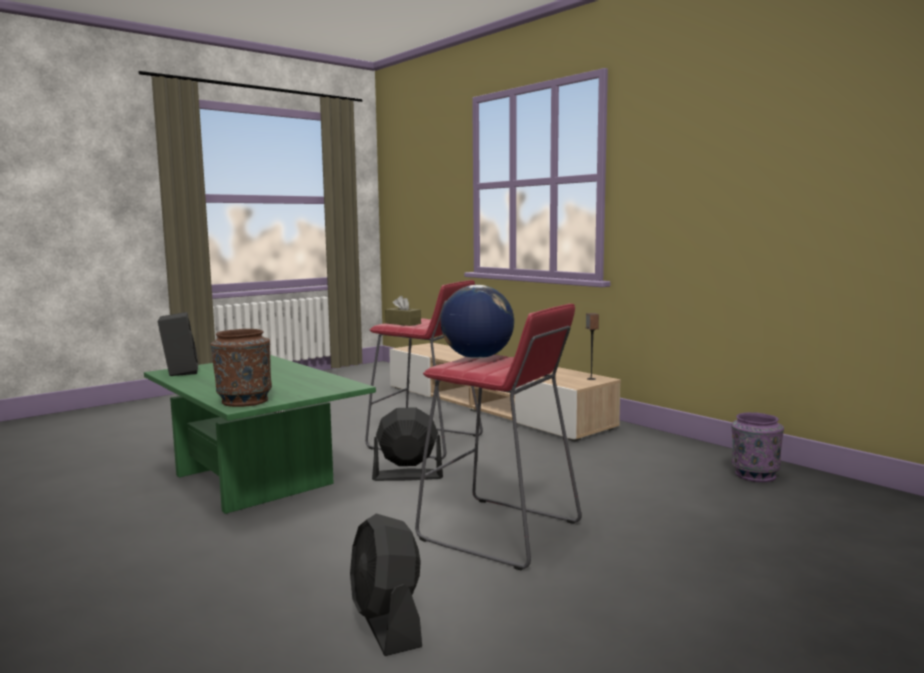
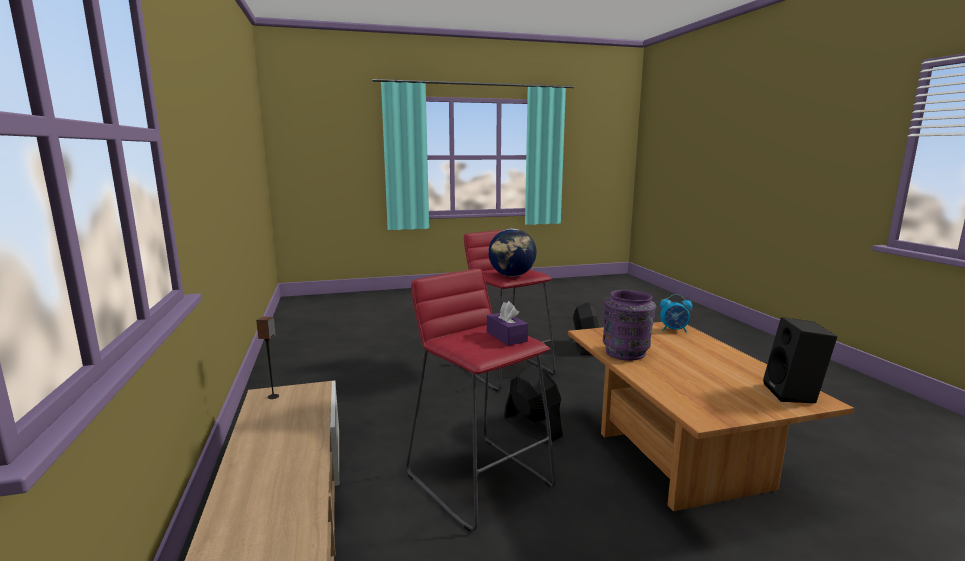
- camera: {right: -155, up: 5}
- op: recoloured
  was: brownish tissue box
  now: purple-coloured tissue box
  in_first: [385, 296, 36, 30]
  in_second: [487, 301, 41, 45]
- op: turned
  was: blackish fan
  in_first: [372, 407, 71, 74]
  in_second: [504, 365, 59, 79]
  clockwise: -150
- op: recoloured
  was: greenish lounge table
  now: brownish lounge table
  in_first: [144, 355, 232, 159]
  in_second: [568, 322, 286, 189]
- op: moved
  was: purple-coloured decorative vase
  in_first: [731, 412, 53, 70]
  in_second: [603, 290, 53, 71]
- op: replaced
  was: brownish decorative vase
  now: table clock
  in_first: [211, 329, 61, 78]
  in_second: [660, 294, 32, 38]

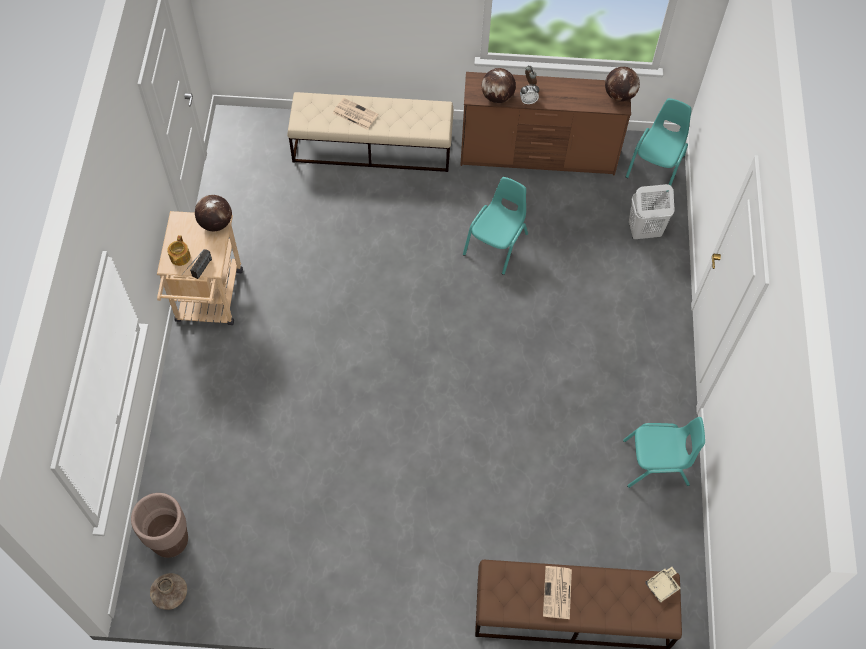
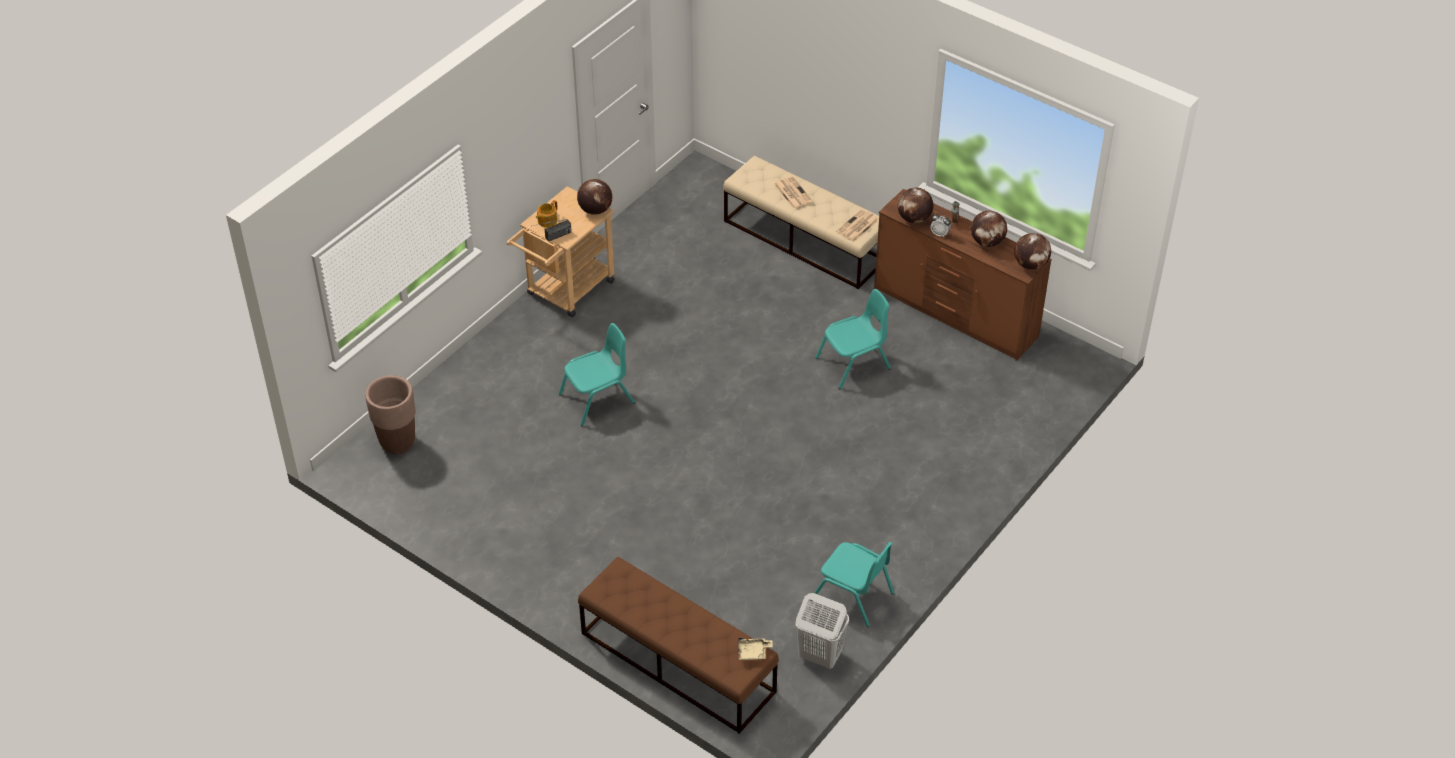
- camera: {right: 35, up: -15}
- op: moved
  was: turquoise-coloured chair
  in_first: [626, 98, 66, 95]
  in_second: [558, 323, 77, 103]
- op: moved
  was: whitish hamper
  in_first: [629, 184, 46, 55]
  in_second: [796, 593, 53, 76]
- op: moved
  was: daily paper
  in_first: [543, 566, 29, 53]
  in_second: [836, 209, 43, 33]
- op: added
  now: desk globe
  in_second: [971, 211, 36, 36]
- op: removed
  was: brownish decorative vase
  in_first: [150, 573, 37, 37]

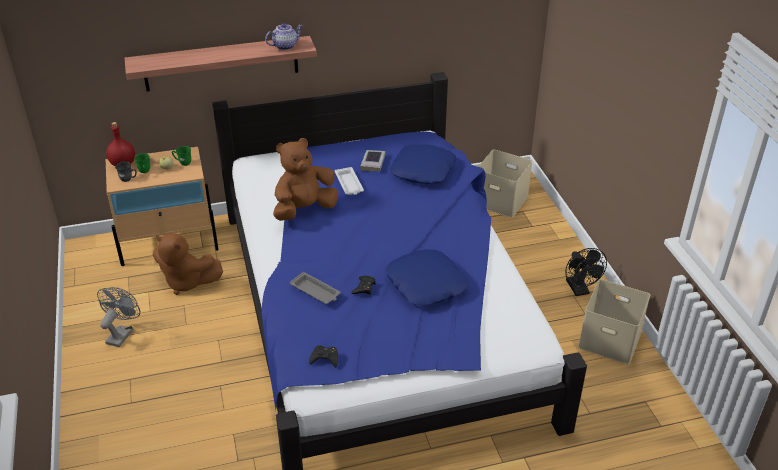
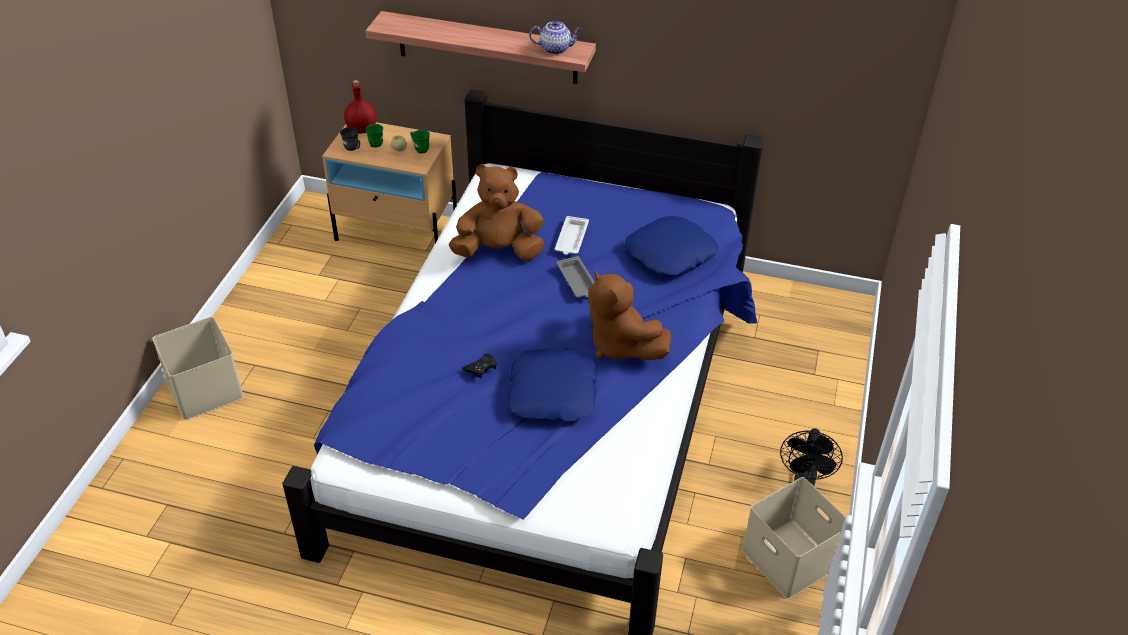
- camera: {right: 30, up: 5}
- op: moved
  was: beige-coloured storage bin
  in_first: [478, 149, 54, 69]
  in_second: [152, 317, 92, 103]
- op: moved
  was: greyish carrying tray
  in_first: [290, 272, 50, 32]
  in_second: [557, 256, 38, 41]
- op: moved
  was: brownish soft toy
  in_first: [153, 233, 70, 62]
  in_second: [588, 270, 84, 90]
- op: removed
  was: greyish fan
  in_first: [97, 287, 43, 60]
- op: removed
  was: blackish gamepad
  in_first: [309, 345, 29, 23]
- op: removed
  was: bound book
  in_first: [360, 150, 26, 21]

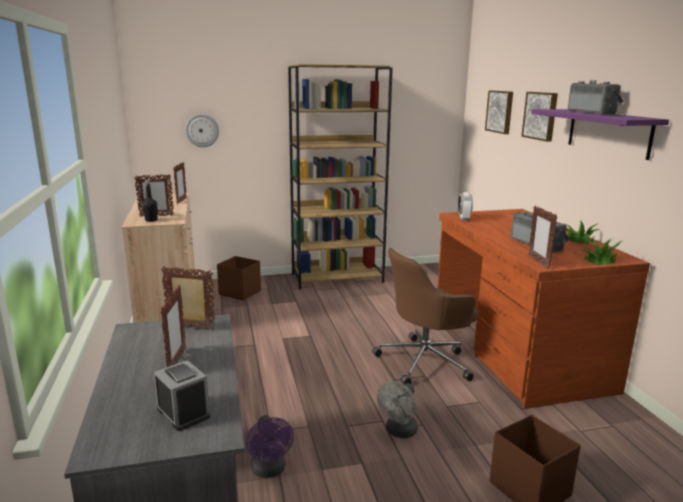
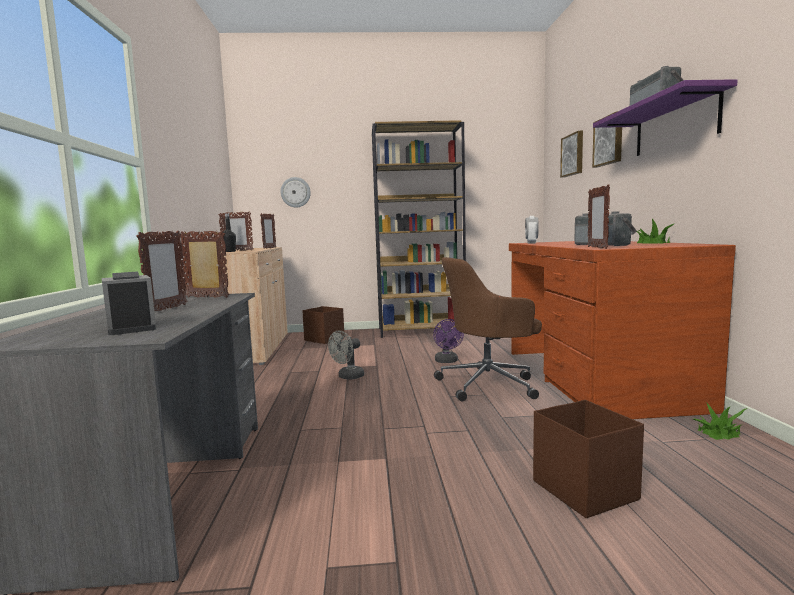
- camera: {right: 10, up: -10}
- op: moved
  was: greyish fan
  in_first: [377, 381, 41, 57]
  in_second: [328, 331, 36, 48]
- op: moved
  was: purple-coloured fan
  in_first: [246, 415, 48, 63]
  in_second: [433, 319, 31, 44]
- op: moved
  was: plant in a pot
  in_first: [581, 237, 41, 28]
  in_second: [694, 402, 54, 38]

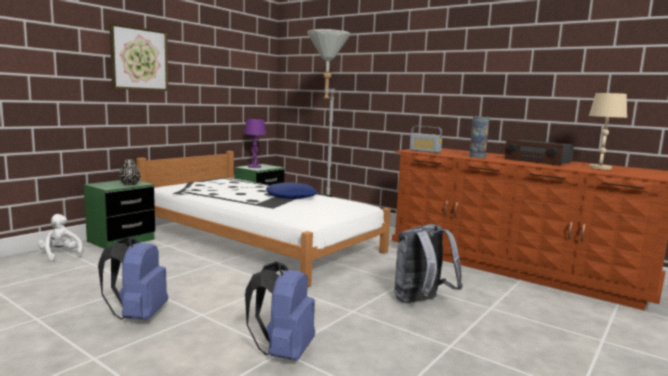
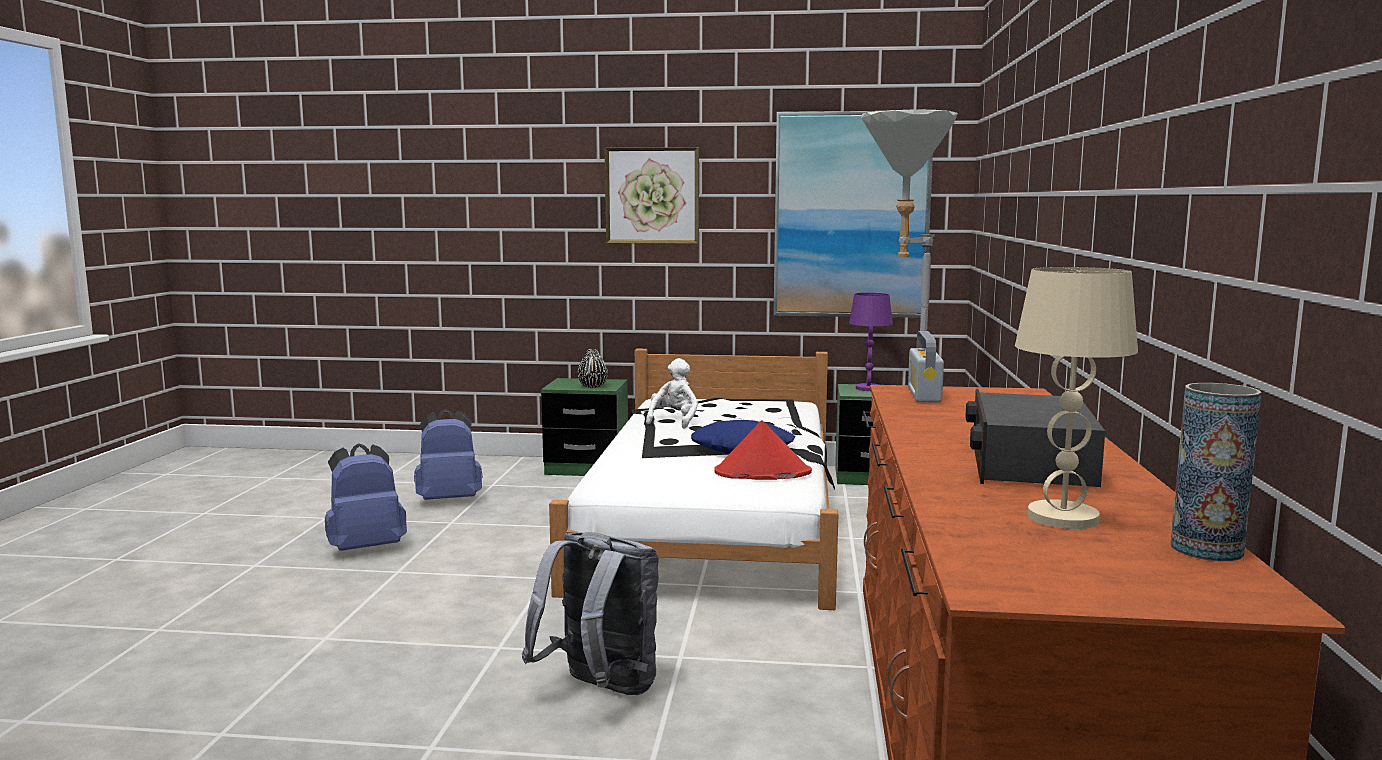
- camera: {right: 60, up: 0}
- op: moved
  was: blue-coloured knapsack
  in_first: [245, 262, 70, 99]
  in_second: [414, 409, 69, 91]
- op: moved
  was: whitish soft toy
  in_first: [37, 214, 45, 47]
  in_second: [646, 358, 52, 71]
- op: added
  now: reddish hat
  in_second: [714, 420, 98, 60]
- op: added
  now: wall picture
  in_second: [773, 111, 160, 207]
- op: moved
  was: decorative vase
  in_first: [469, 117, 21, 41]
  in_second: [1170, 383, 92, 178]

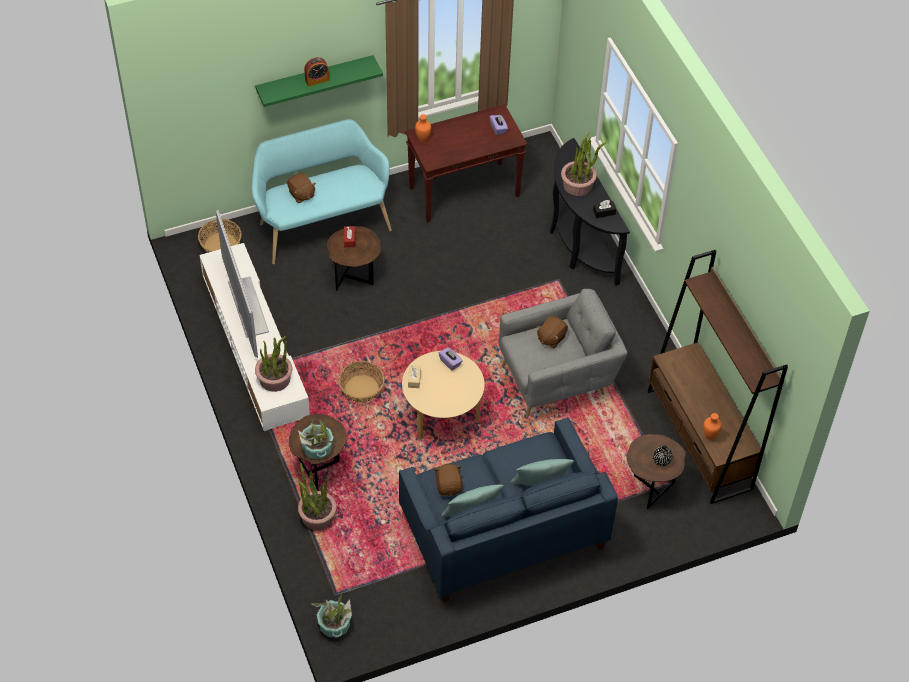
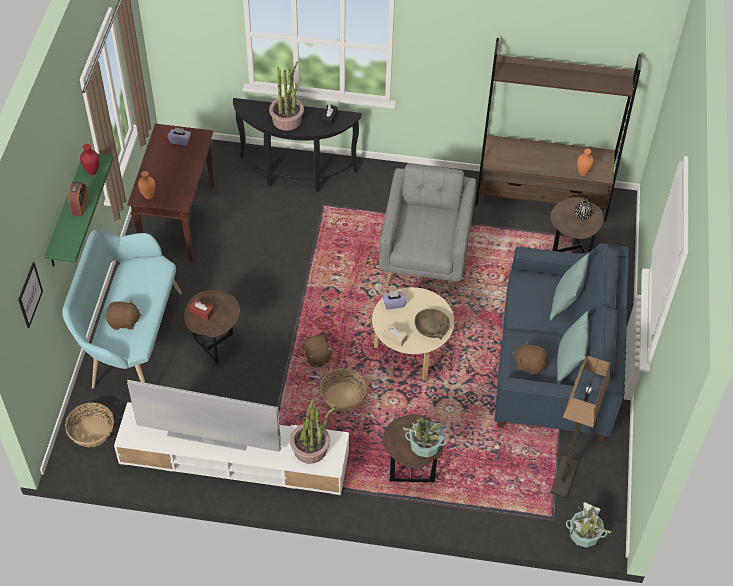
- camera: {right: -60, up: 0}
- op: added
  now: wall picture
  in_second: [18, 262, 25, 66]
- op: added
  now: reddish decorative vase
  in_second: [80, 144, 19, 31]
- op: moved
  was: brownish soft toy
  in_first: [537, 316, 31, 32]
  in_second: [304, 335, 29, 31]
- op: added
  now: brownish deep dish
  in_second: [414, 309, 36, 31]
- op: added
  now: standard lamp
  in_second: [550, 356, 60, 143]
- op: removed
  was: plant in a pot
  in_first: [298, 462, 39, 68]

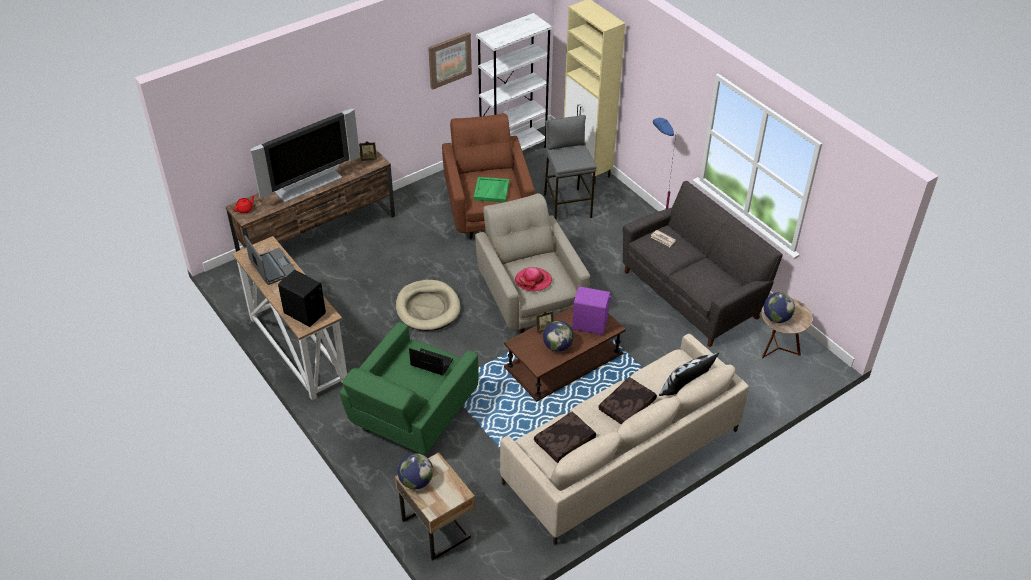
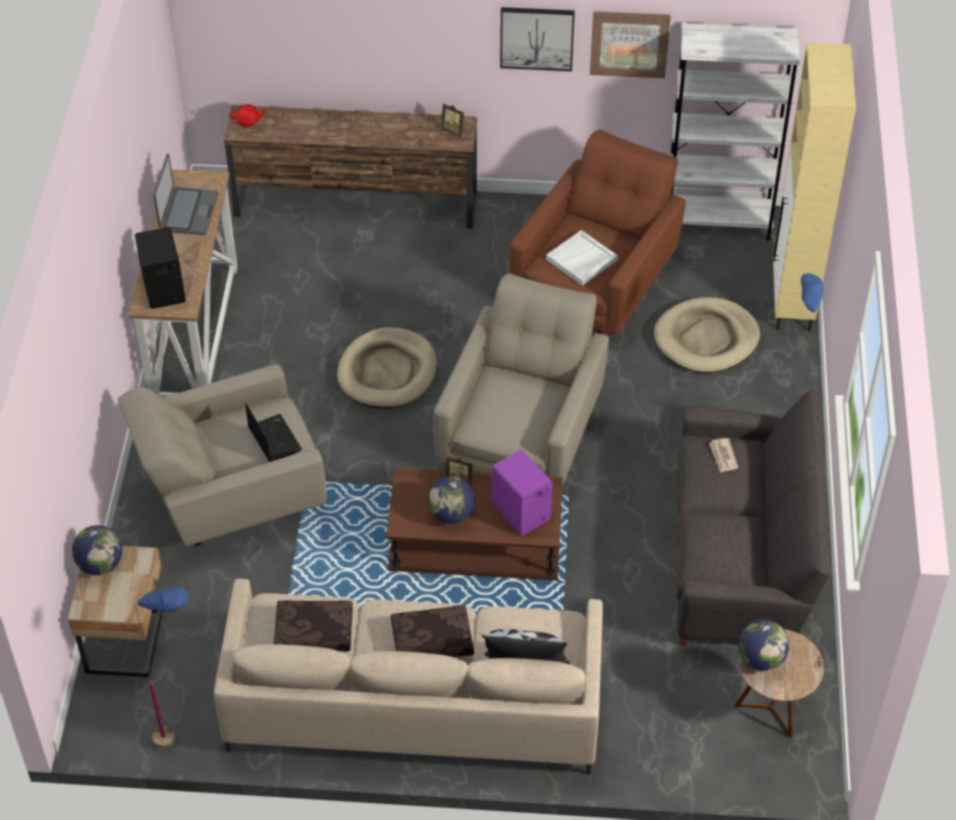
- camera: {right: 40, up: 5}
- op: recoloured
  was: greenish lounge chair
  now: beige-coloured lounge chair
  in_first: [339, 322, 140, 133]
  in_second: [118, 364, 209, 182]
- op: added
  now: blue-coloured standard lamp
  in_second: [135, 587, 54, 161]
- op: added
  now: wall picture
  in_second: [500, 7, 75, 64]
- op: recoloured
  was: greenish carrying tray
  now: whitish carrying tray
  in_first: [474, 177, 35, 26]
  in_second: [546, 230, 72, 56]
- op: replaced
  was: greyish stool
  now: beige-coloured pet bed
  in_first: [544, 115, 53, 106]
  in_second: [654, 297, 106, 76]
- op: removed
  was: television
  in_first: [250, 108, 110, 94]
- op: removed
  was: hat
  in_first: [515, 267, 37, 25]

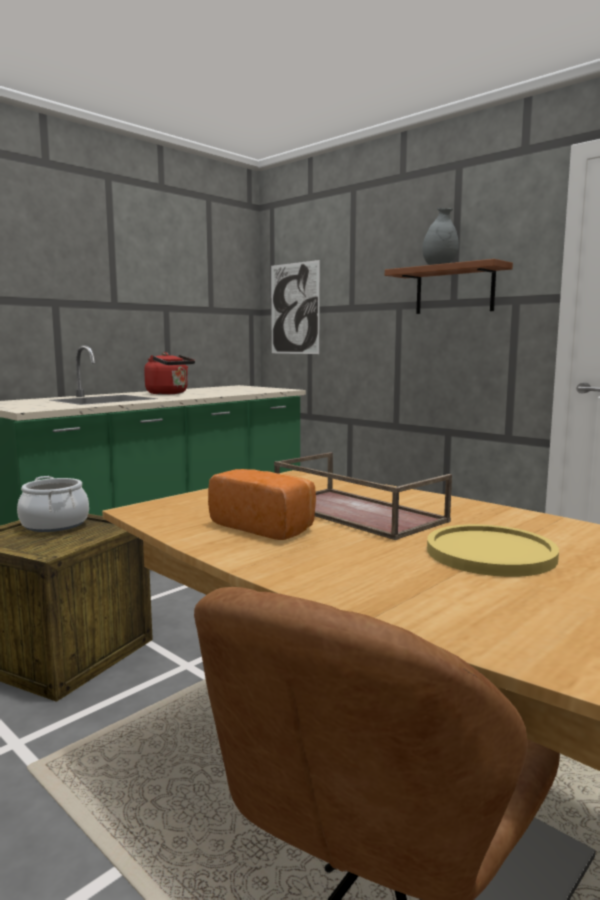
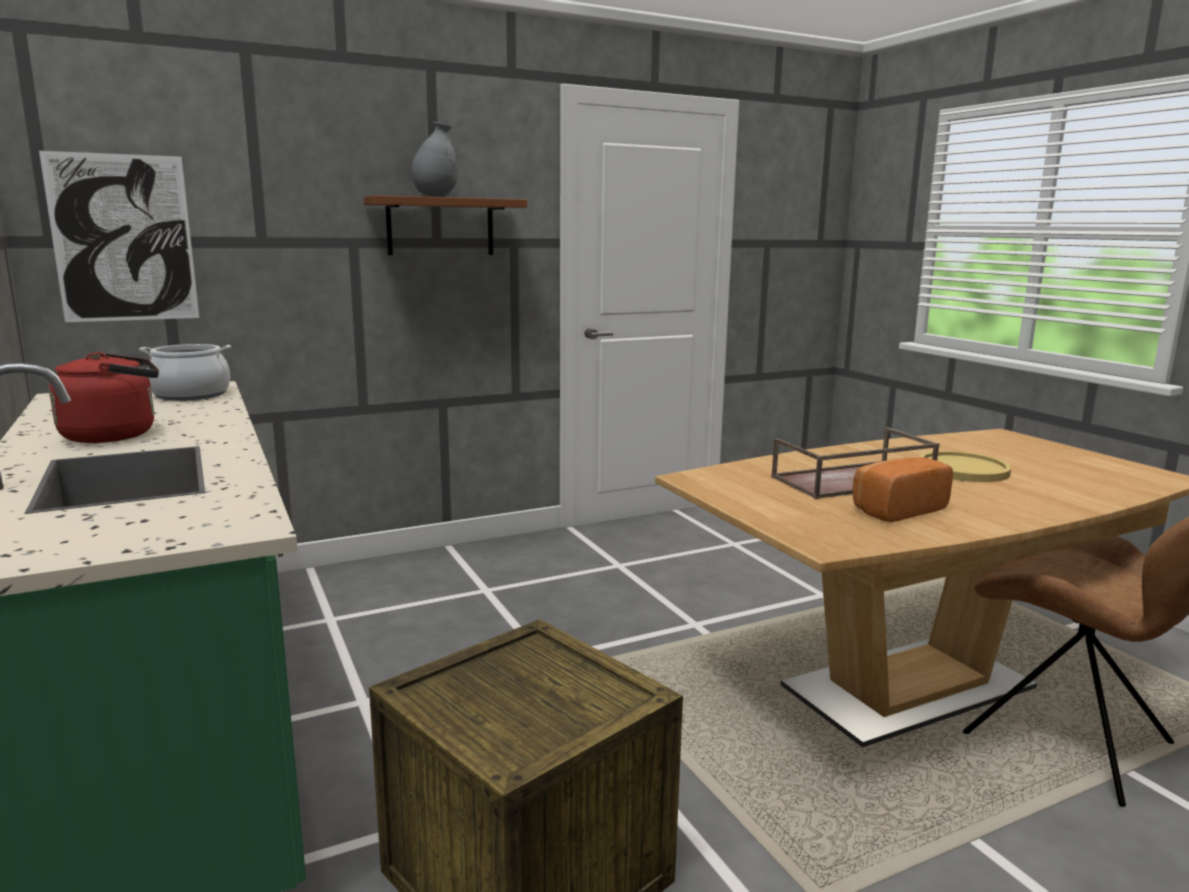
- camera: {right: -70, up: 5}
- op: moved
  was: cooking pot
  in_first: [17, 476, 72, 56]
  in_second: [139, 344, 92, 57]

